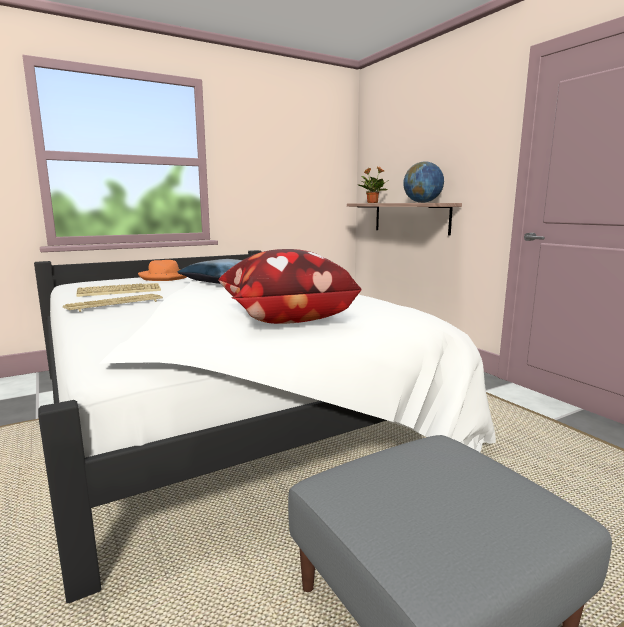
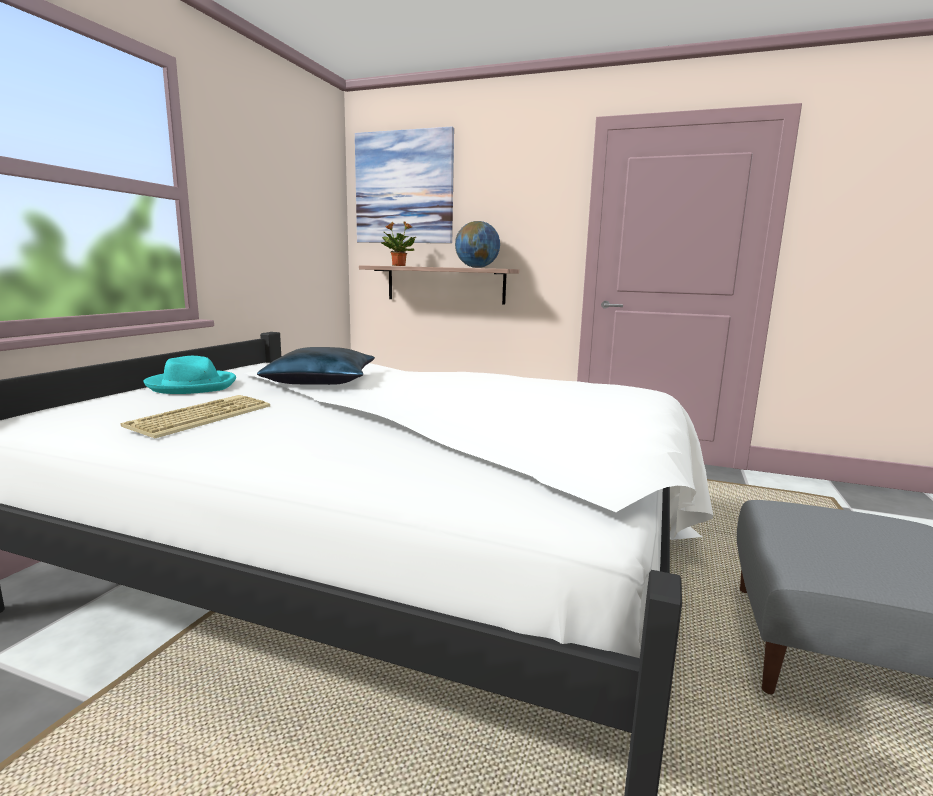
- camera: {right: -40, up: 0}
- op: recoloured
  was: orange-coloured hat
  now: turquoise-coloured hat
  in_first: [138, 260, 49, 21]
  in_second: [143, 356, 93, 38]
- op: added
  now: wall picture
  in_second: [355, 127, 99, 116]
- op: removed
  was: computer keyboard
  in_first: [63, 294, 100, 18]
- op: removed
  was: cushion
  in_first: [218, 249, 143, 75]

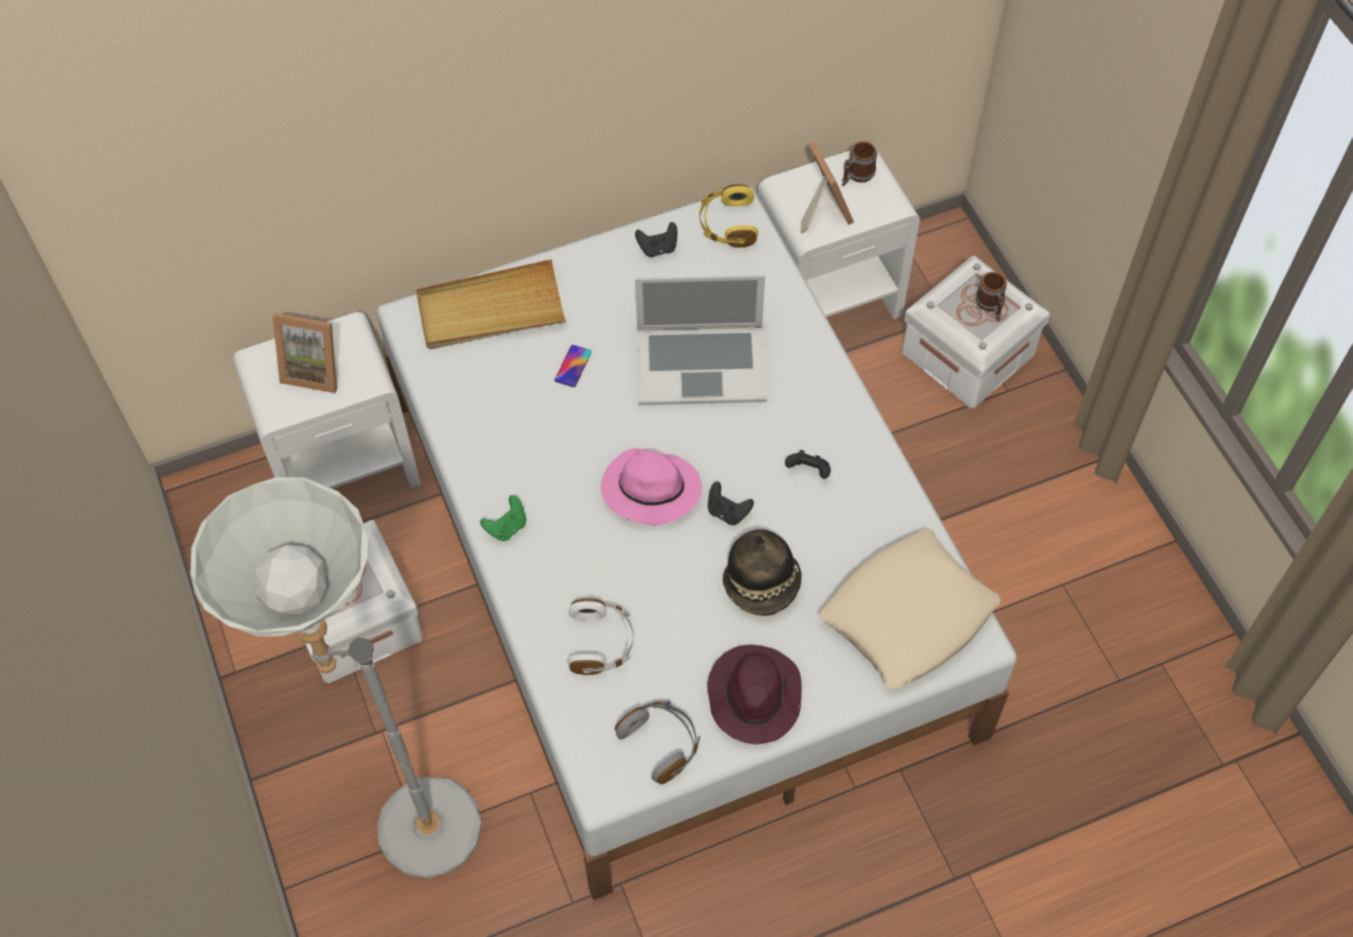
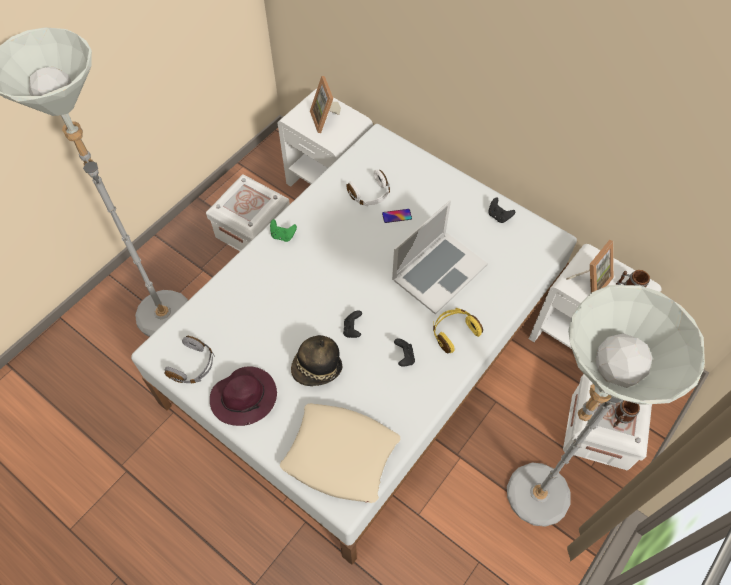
- camera: {right: 60, up: 0}
- op: moved
  was: whitish pair of headphones
  in_first: [567, 598, 66, 77]
  in_second: [346, 170, 44, 36]
- op: turned
  was: portable computer
  in_first: [635, 275, 132, 130]
  in_second: [392, 201, 96, 113]
  clockwise: -105
- op: moved
  was: yellowish pair of headphones
  in_first: [700, 184, 58, 64]
  in_second: [433, 308, 50, 45]
- op: added
  now: greyish standard lamp
  in_second: [507, 285, 198, 242]
- op: removed
  was: beige-coloured carrying tray
  in_first: [416, 259, 150, 90]
- op: removed
  was: pink hat
  in_first: [601, 448, 101, 77]

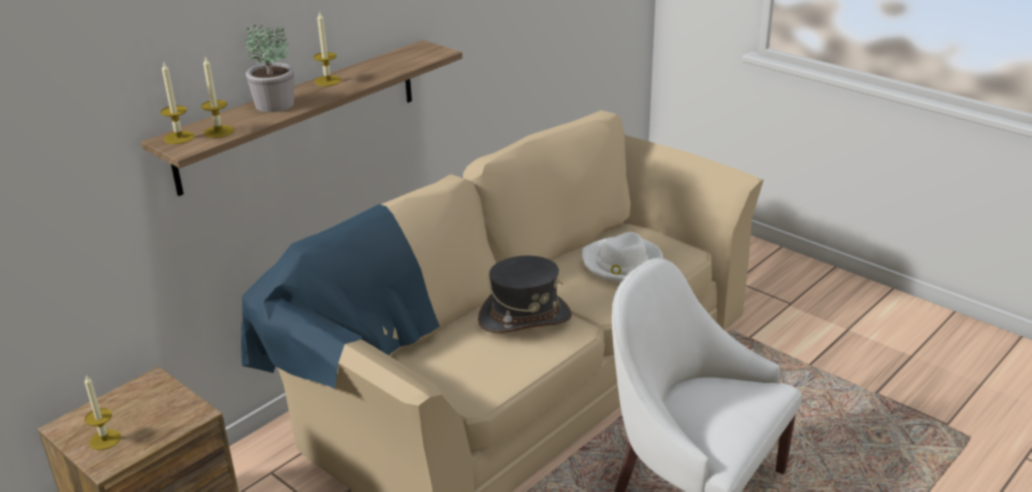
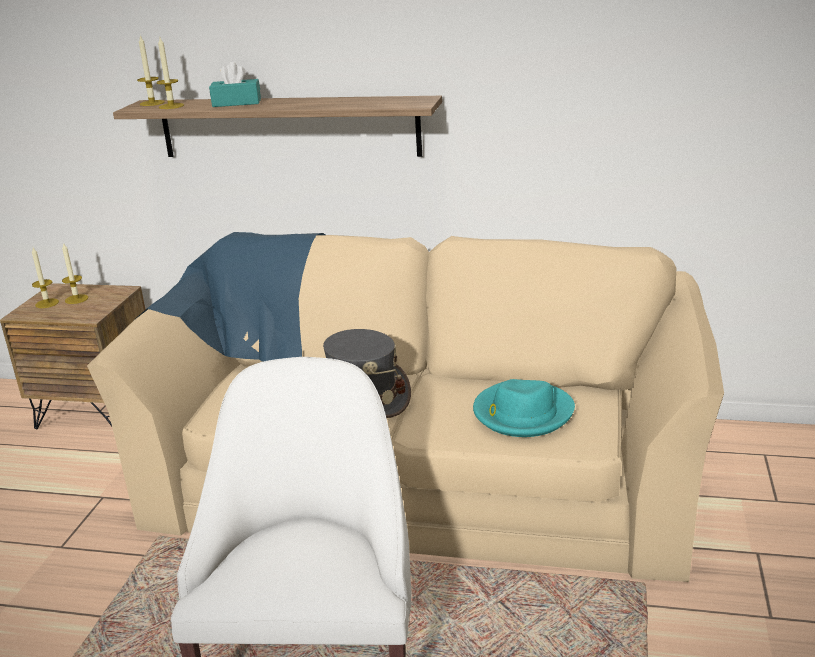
- camera: {right: 60, up: -5}
- op: moved
  was: candle
  in_first: [313, 11, 28, 75]
  in_second: [62, 243, 26, 61]
- op: replaced
  was: plant in a pot
  now: turquoise-coloured tissue box
  in_first: [245, 25, 49, 87]
  in_second: [209, 62, 52, 45]
- op: recoloured
  was: whitish hat
  now: turquoise-coloured hat
  in_first: [582, 232, 81, 50]
  in_second: [473, 379, 102, 58]

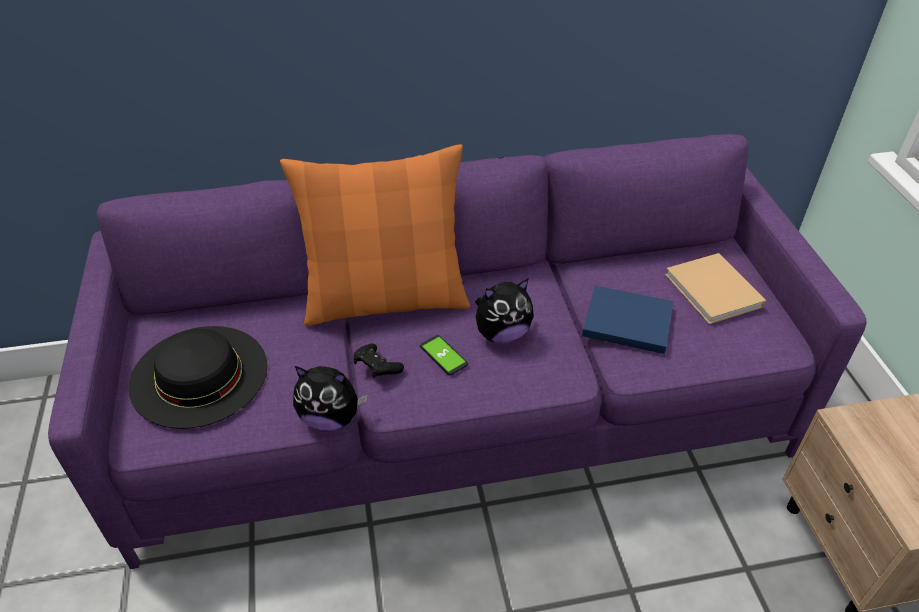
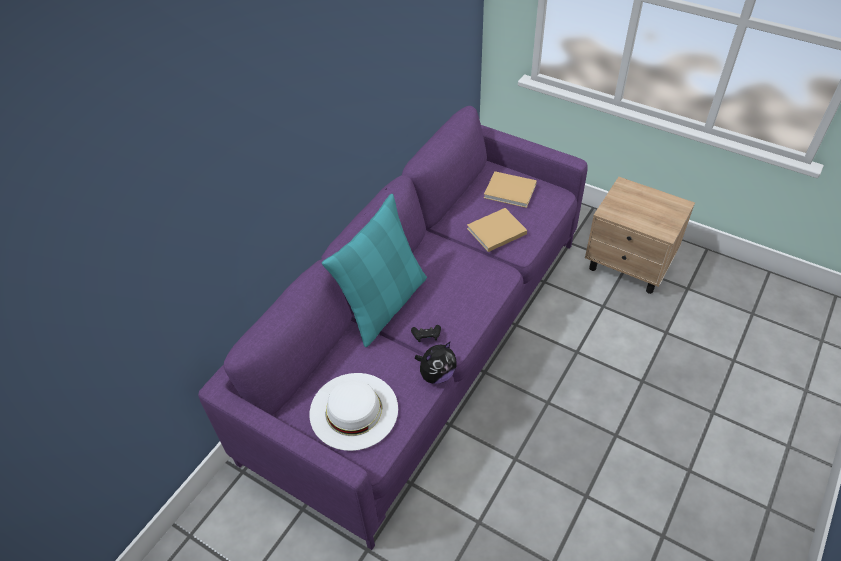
- camera: {right: -45, up: 5}
- op: recoloured
  was: blackish hat
  now: whitish hat
  in_first: [128, 326, 139, 103]
  in_second: [310, 373, 88, 78]
- op: recoloured
  was: orange-coloured cushion
  now: turquoise-coloured cushion
  in_first: [280, 144, 190, 182]
  in_second: [322, 194, 105, 153]
- op: recoloured
  was: blue-coloured bound book
  now: beige-coloured bound book
  in_first: [582, 286, 92, 68]
  in_second: [467, 208, 60, 44]
- op: removed
  was: telephone
  in_first: [420, 335, 48, 40]
- op: removed
  was: soft toy
  in_first: [475, 278, 59, 66]

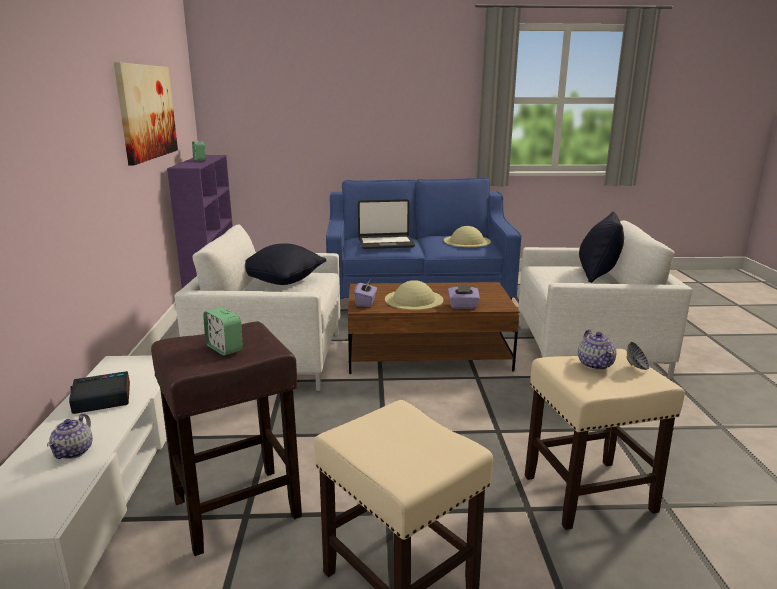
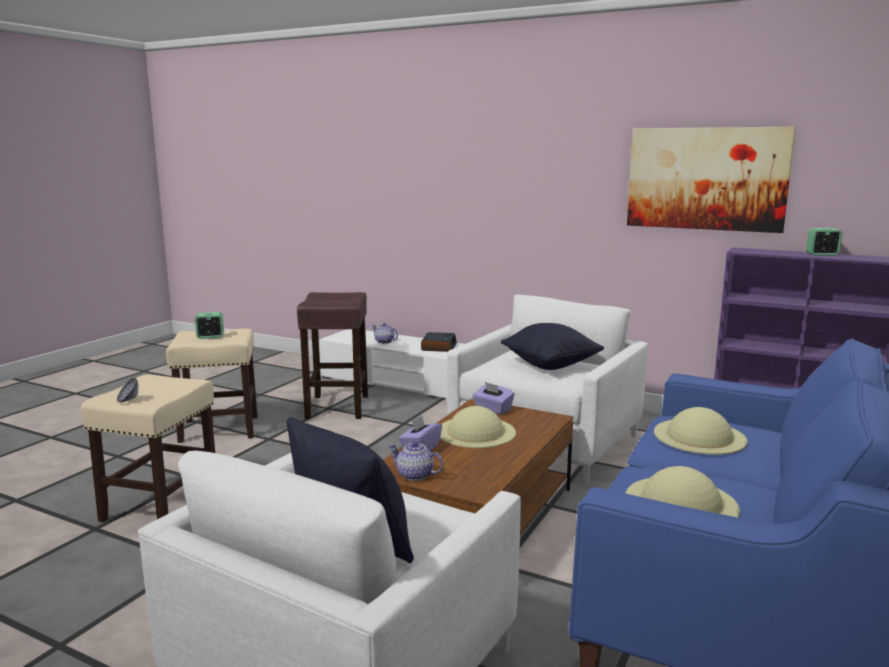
- camera: {right: 120, up: -5}
- op: moved
  was: table clock
  in_first: [203, 307, 40, 48]
  in_second: [195, 312, 29, 27]
- op: moved
  was: teapot
  in_first: [578, 330, 39, 40]
  in_second: [388, 441, 55, 40]
- op: replaced
  was: portable computer
  now: beige-coloured hat
  in_first: [358, 199, 57, 50]
  in_second: [654, 407, 94, 48]

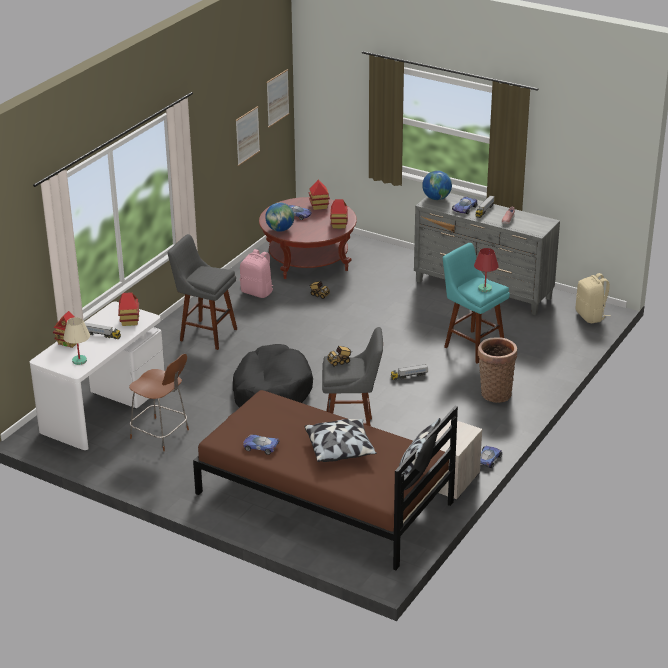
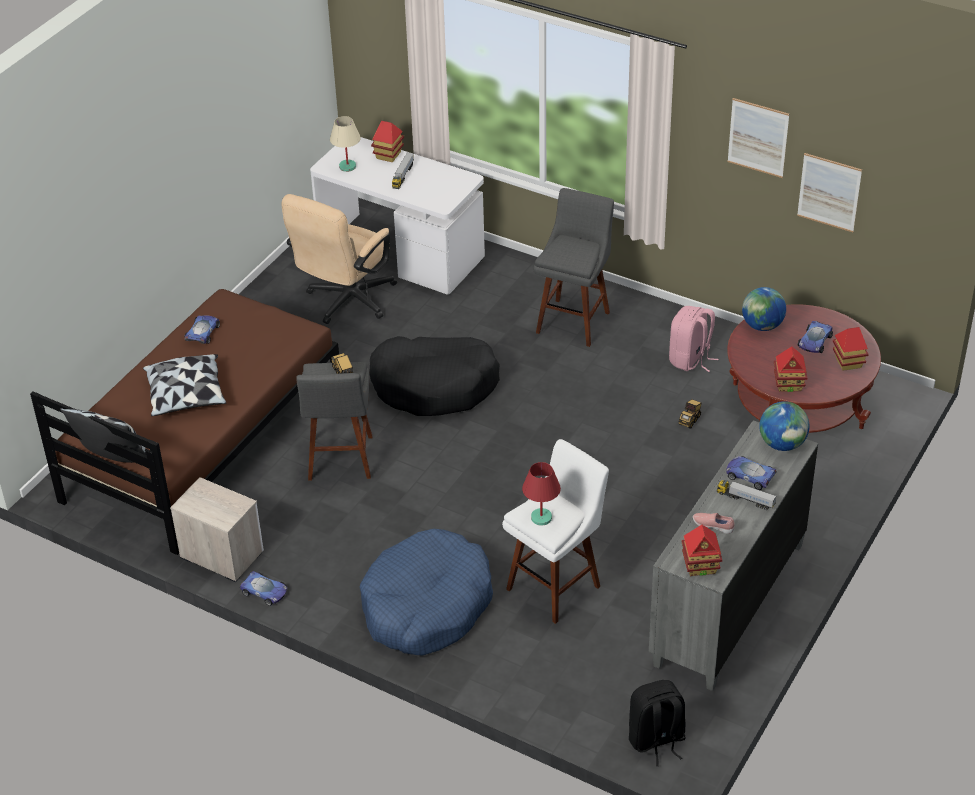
- camera: {right: 90, up: 10}
- op: replaced
  was: brownish stool
  now: beige-coloured desk chair
  in_first: [129, 354, 60, 97]
  in_second: [282, 194, 115, 130]
- op: replaced
  was: basket
  now: blue-coloured pet bed
  in_first: [478, 337, 39, 66]
  in_second: [360, 529, 133, 126]
- op: recoloured
  was: turquoise-coloured stool
  now: whitish stool
  in_first: [443, 243, 67, 121]
  in_second: [502, 439, 107, 185]
- op: recoloured
  was: beige-coloured knapsack
  now: blackish knapsack
  in_first: [576, 273, 35, 50]
  in_second: [629, 680, 57, 86]
- op: moved
  was: toy house
  in_first: [118, 292, 21, 34]
  in_second: [682, 525, 40, 51]
- op: moved
  was: wall picture
  in_first: [267, 69, 22, 58]
  in_second: [727, 98, 63, 80]
- op: removed
  was: toy truck
  in_first: [391, 364, 37, 16]

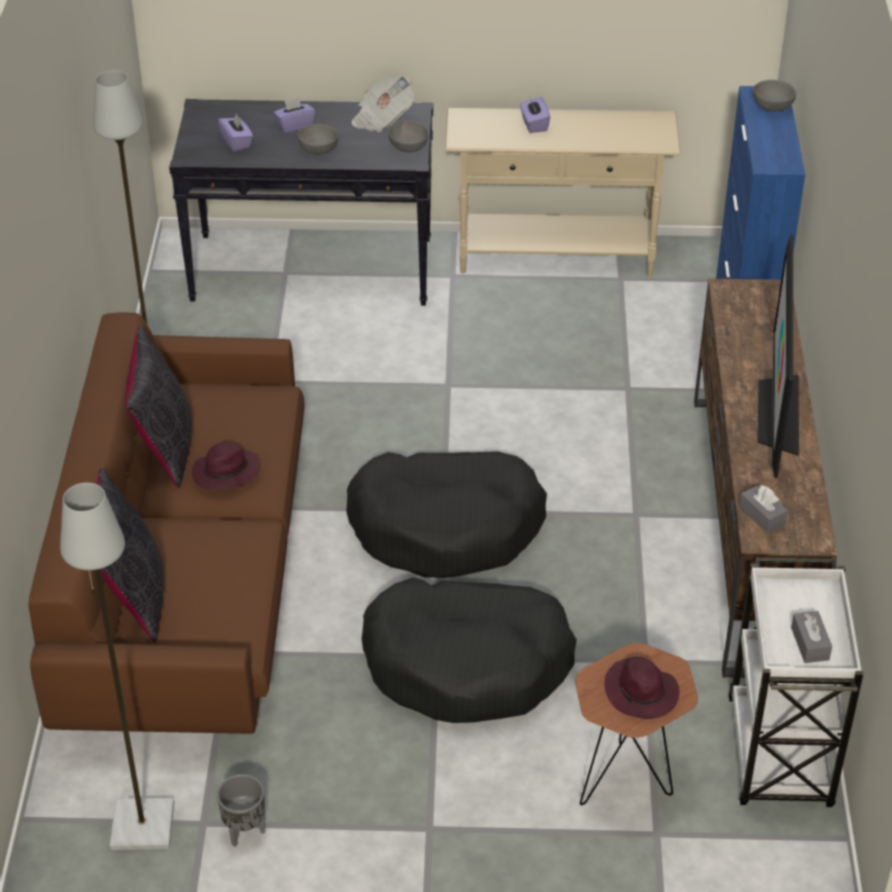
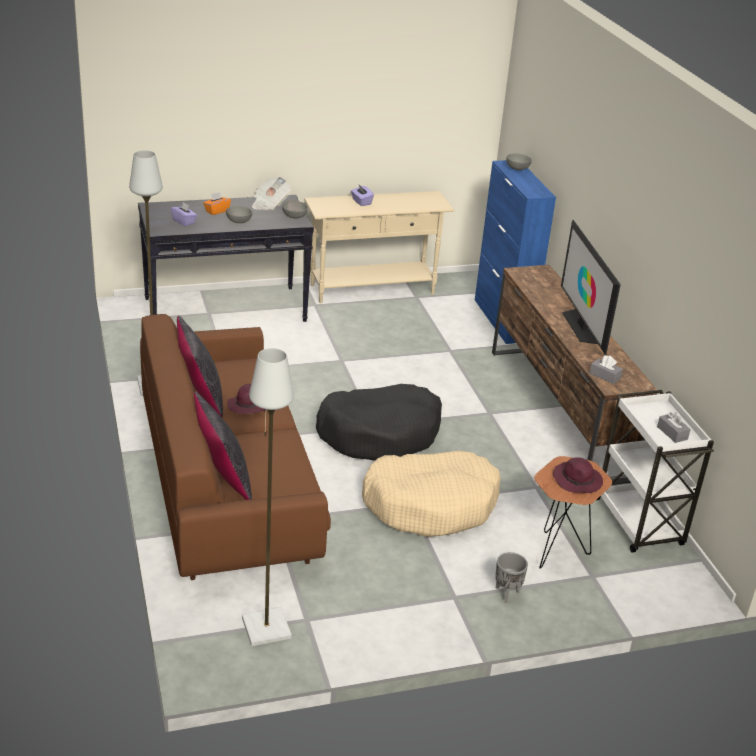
- camera: {right: -20, up: -10}
- op: recoloured
  was: purple-coloured tissue box
  now: orange-coloured tissue box
  in_first: [273, 98, 43, 35]
  in_second: [203, 192, 28, 23]
- op: recoloured
  was: blackish pet bed
  now: beige-coloured pet bed
  in_first: [362, 577, 215, 146]
  in_second: [362, 451, 139, 86]
- op: moved
  was: greyish flower pot
  in_first: [217, 774, 48, 73]
  in_second: [495, 552, 33, 51]

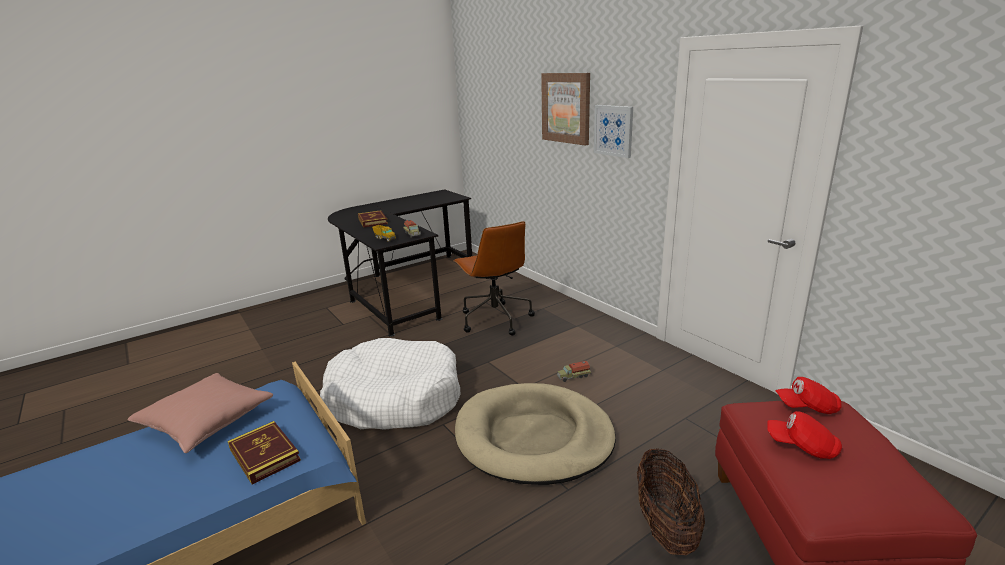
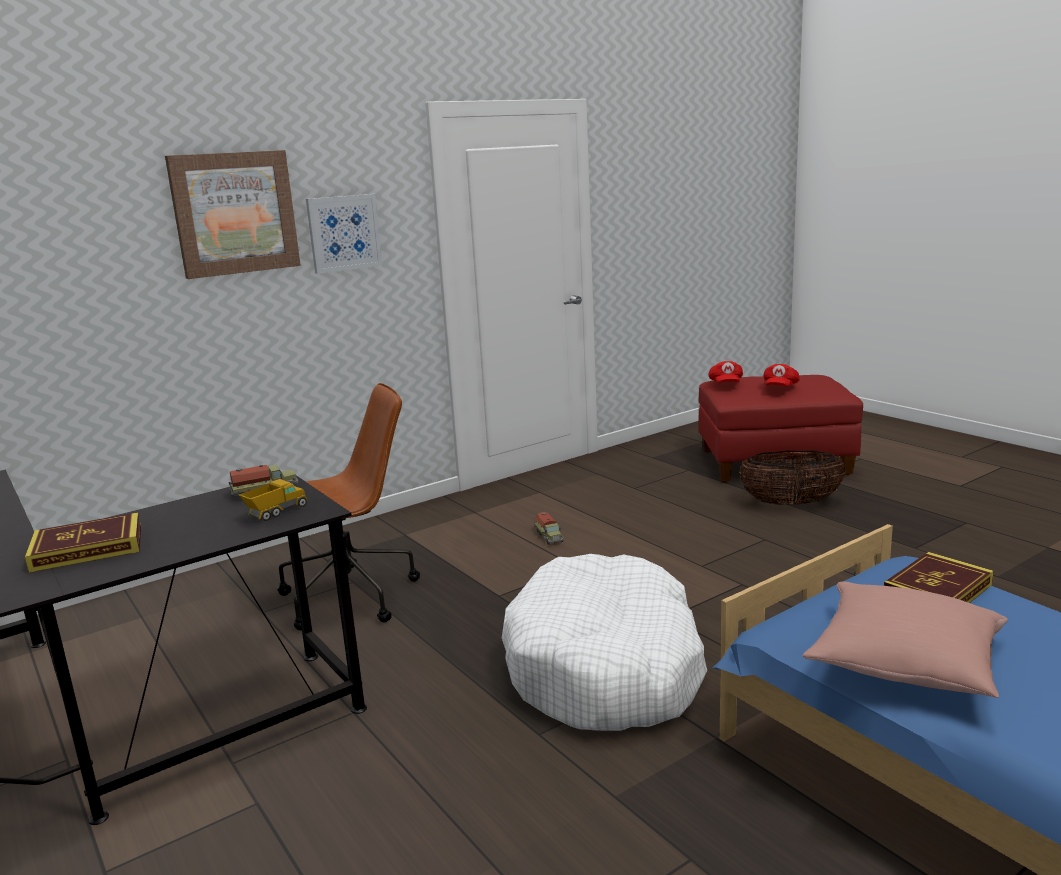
- camera: {right: -90, up: -5}
- op: removed
  was: beige-coloured pet bed
  in_first: [455, 383, 161, 102]

